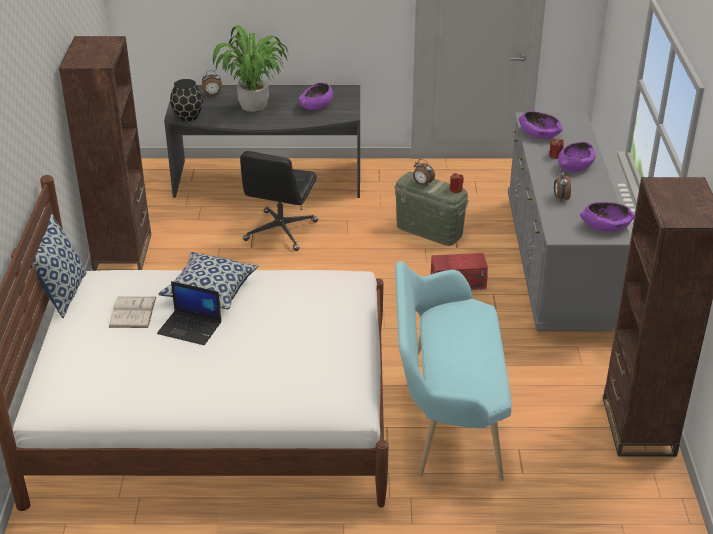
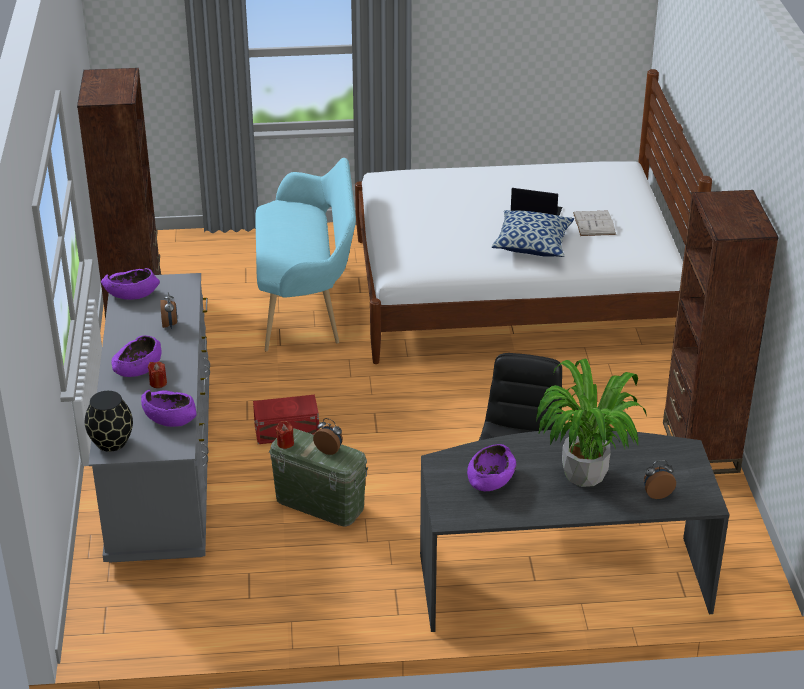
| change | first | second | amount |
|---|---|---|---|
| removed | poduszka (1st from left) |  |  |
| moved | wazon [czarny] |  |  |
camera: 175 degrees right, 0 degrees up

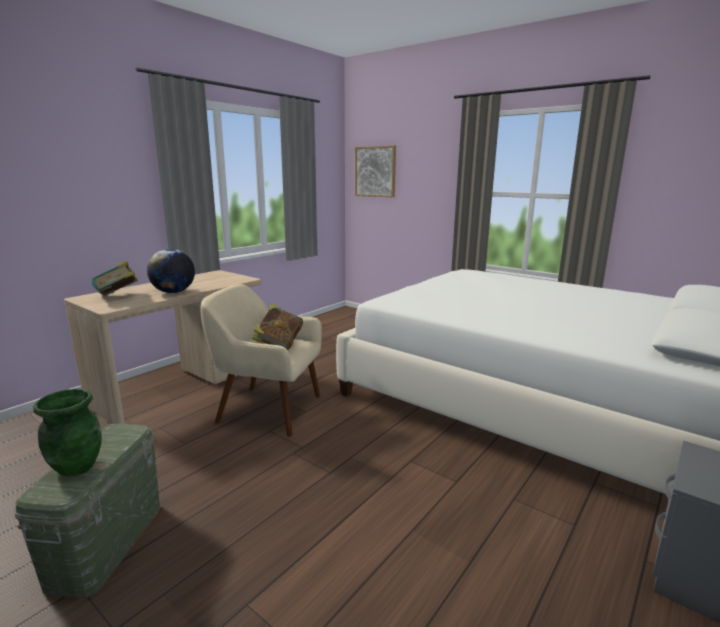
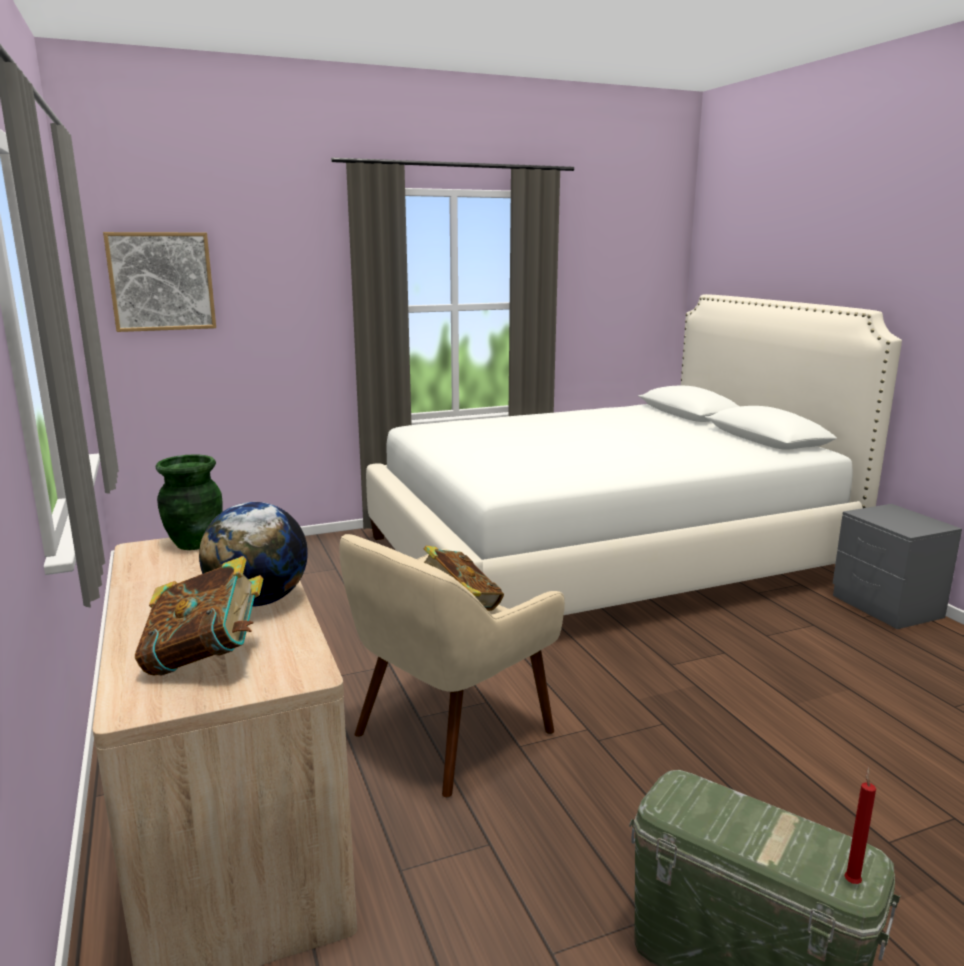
| change | first | second | amount |
|---|---|---|---|
| added |  | świeca [czerwony] |  |
| moved | wazon [zielony] |  |  |
camera: 60 degrees left, 0 degrees up

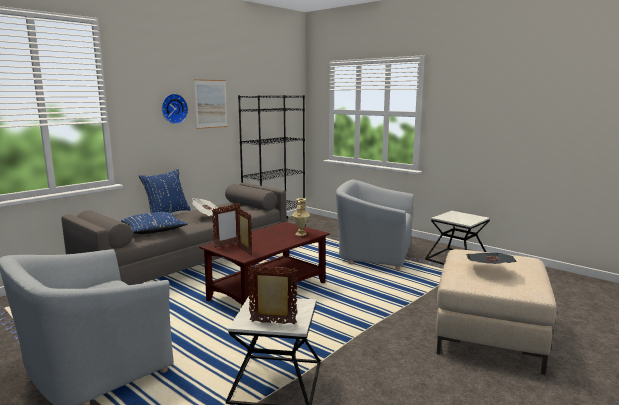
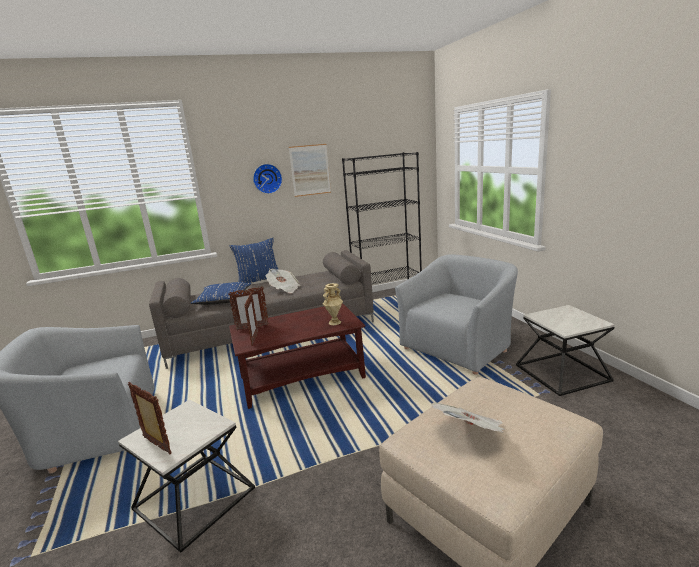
| change | first | second | amount |
|---|---|---|---|
| turned | fotel [szary] (2nd from left) |  | 90 degrees clockwise |
camera: 30 degrees right, 5 degrees up

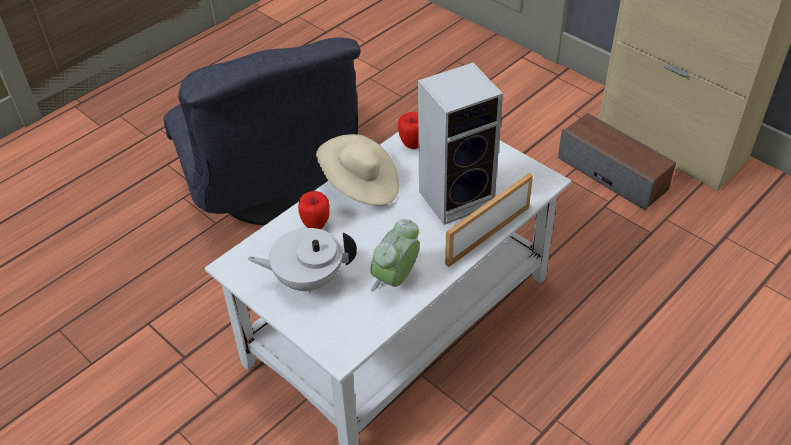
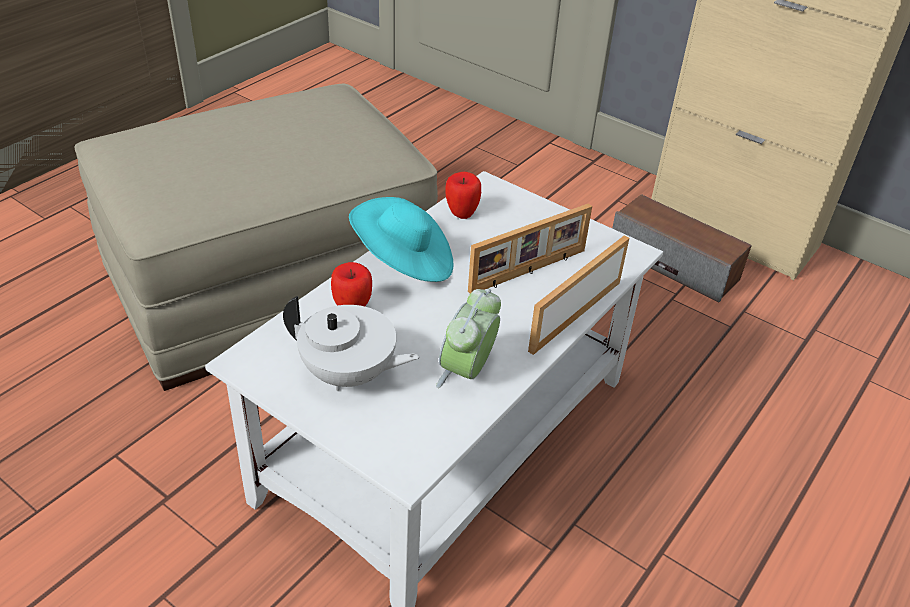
| change | first | second | amount |
|---|---|---|---|
| replaced | fotel [szary] | pufa [beżowy] |  |
| replaced | głośnik (1st from left) | ramka na zdjęcie (1st from left) |  |
| recoloured | kapelusz [beżowy] | kapelusz [turkusowy] |  |
| turned | imbryk [biały] |  | 150 degrees counterclockwise |
camera: 10 degrees left, 5 degrees down

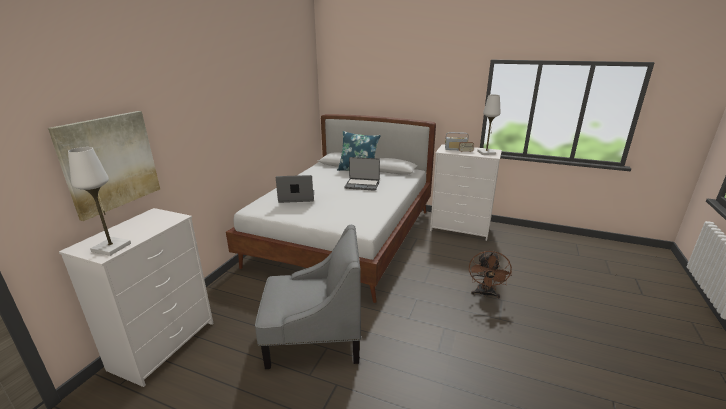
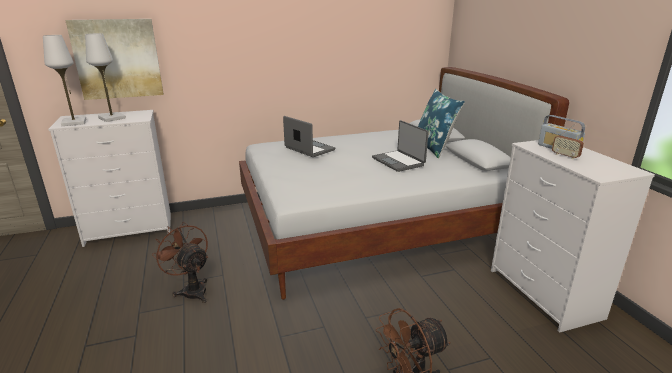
| change | first | second | amount |
|---|---|---|---|
| moved | lampa stołowa [biały] (2nd from left) |  |  |
| replaced | fotel [szary] | wentylator [brązowy] (1st from left) |  |
camera: 50 degrees right, 0 degrees up

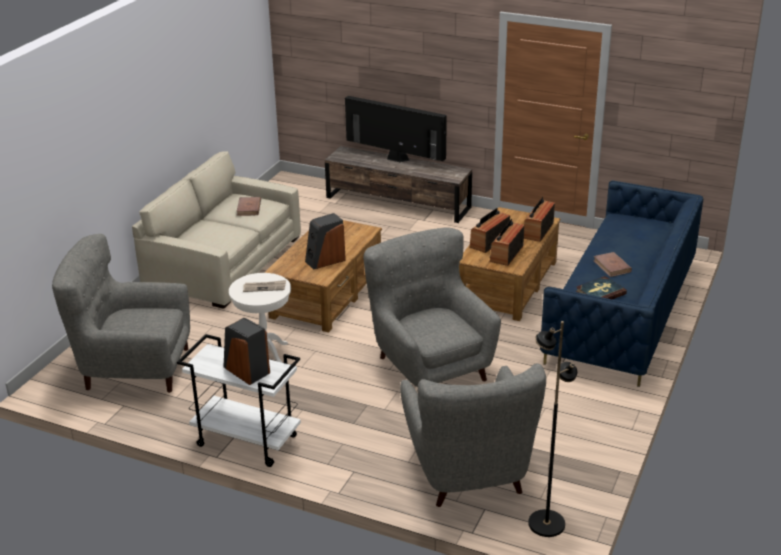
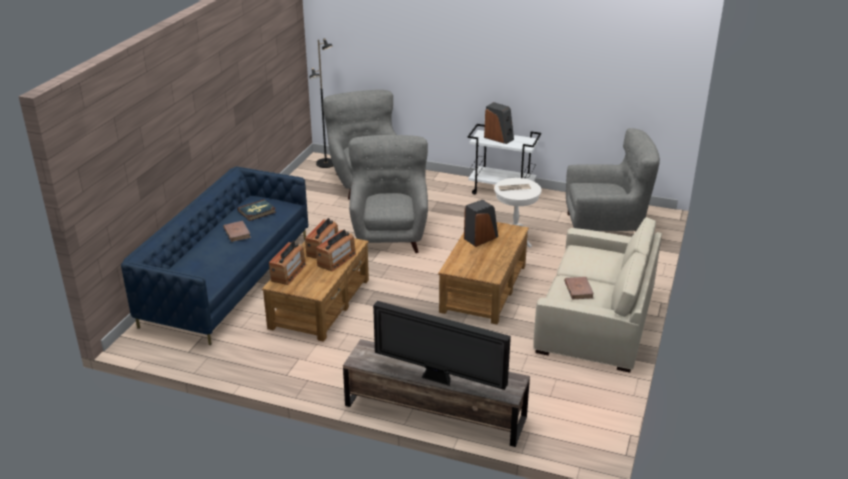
| change | first | second | amount |
|---|---|---|---|
| turned | fotel [szary] (2nd from left) |  | 150 degrees counterclockwise |
camera: 175 degrees right, 0 degrees up

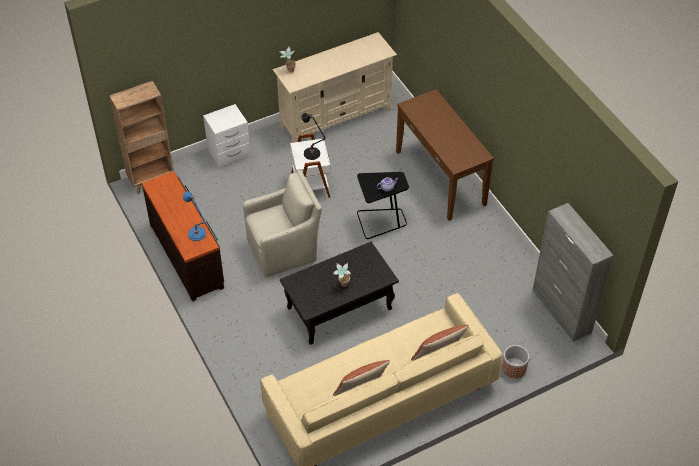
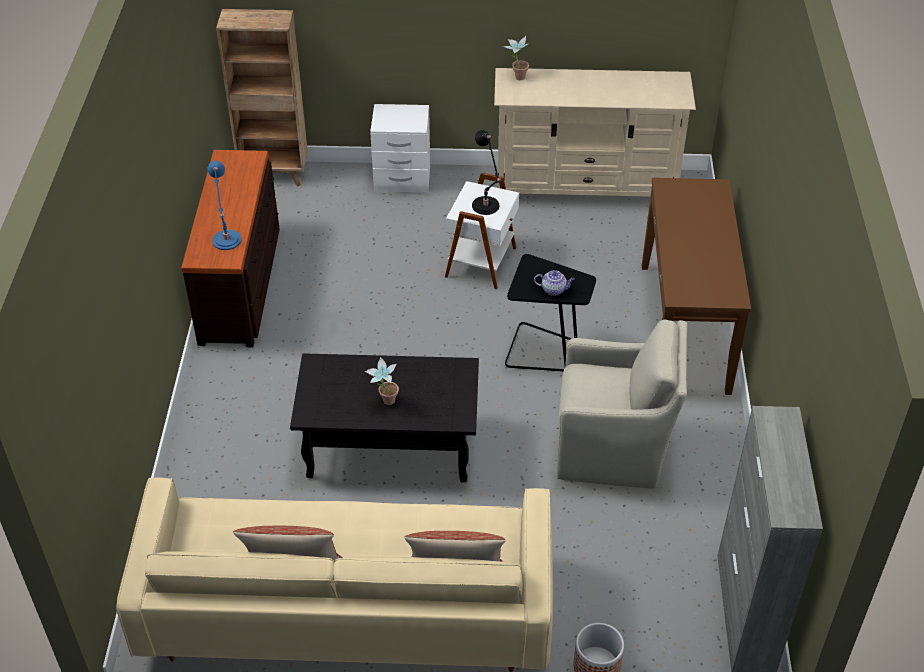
| change | first | second | amount |
|---|---|---|---|
| moved | fotel [beżowy] |  |  |
camera: 30 degrees right, 5 degrees down

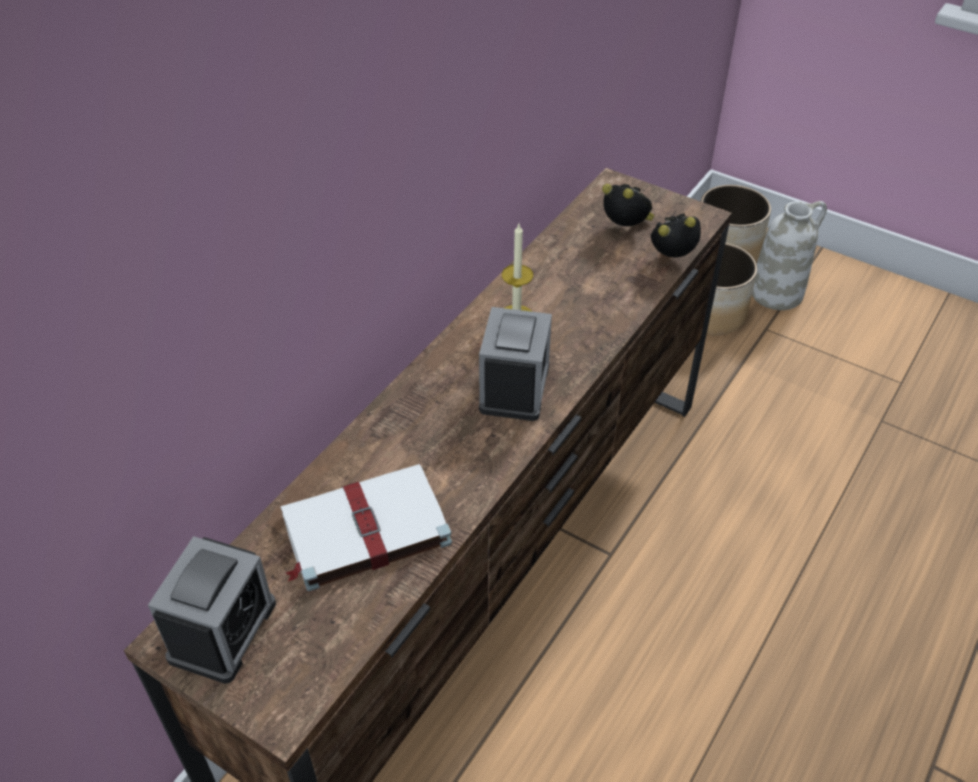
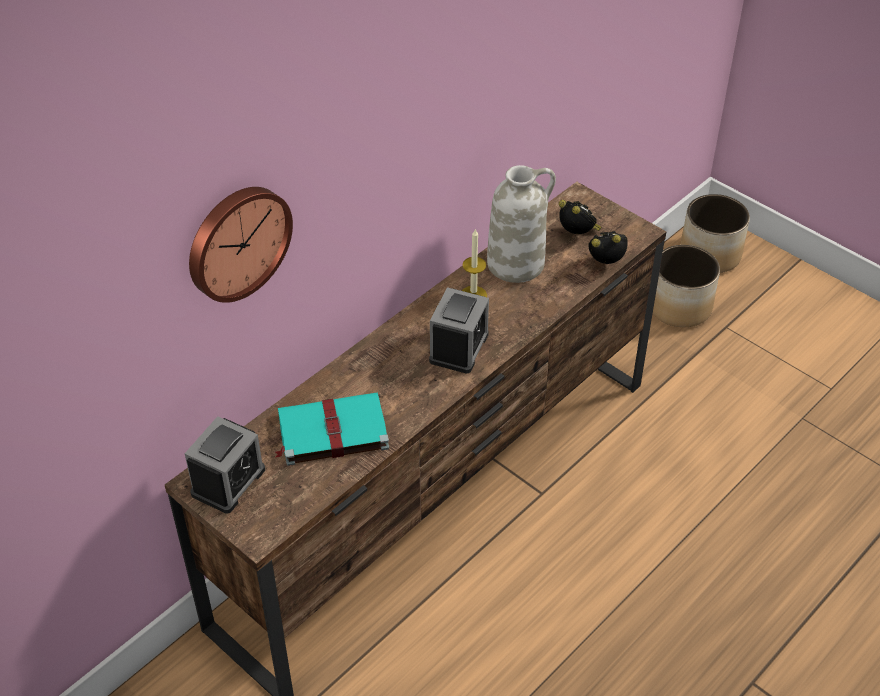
| change | first | second | amount |
|---|---|---|---|
| added |  | zegar ścienny |  |
| moved | wazon [biały] |  |  |
| recoloured | książka [biały] | książka [turkusowy] |  |
camera: 10 degrees right, 0 degrees up

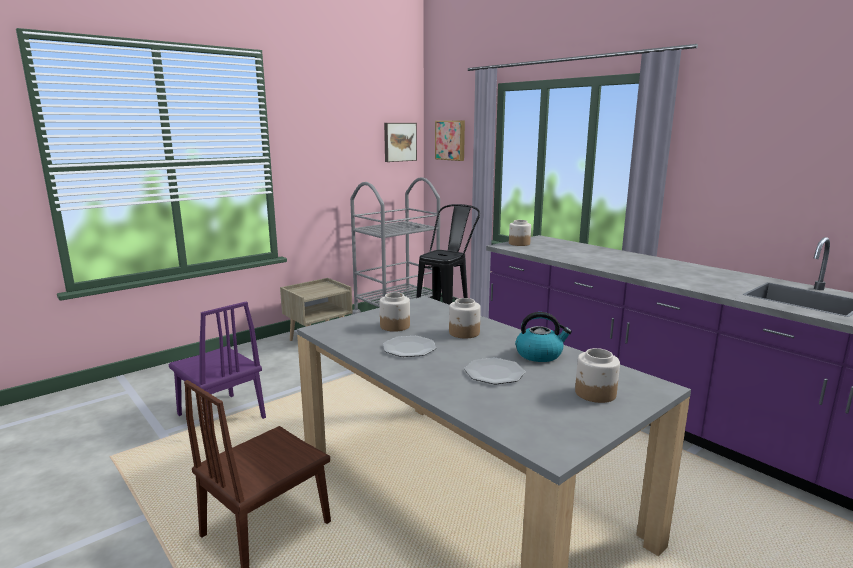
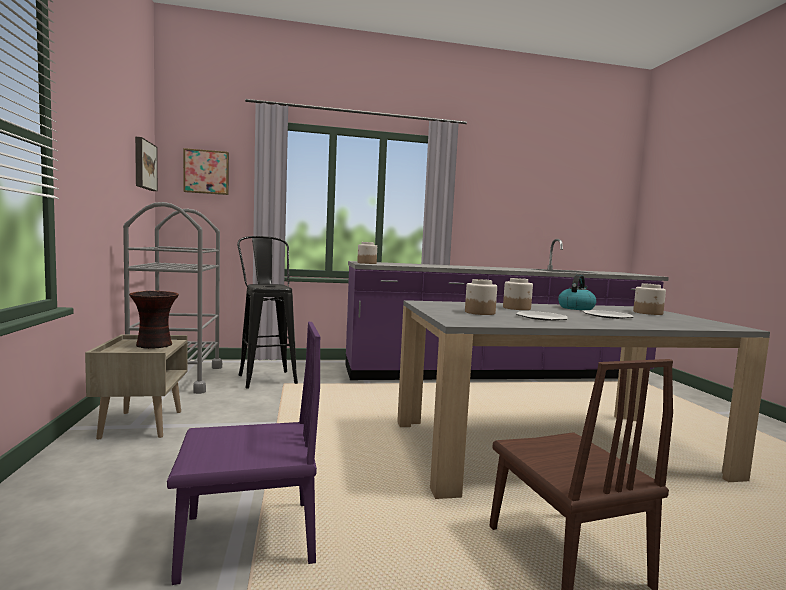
| change | first | second | amount |
|---|---|---|---|
| added |  | wazon |  |
camera: 60 degrees left, 10 degrees down

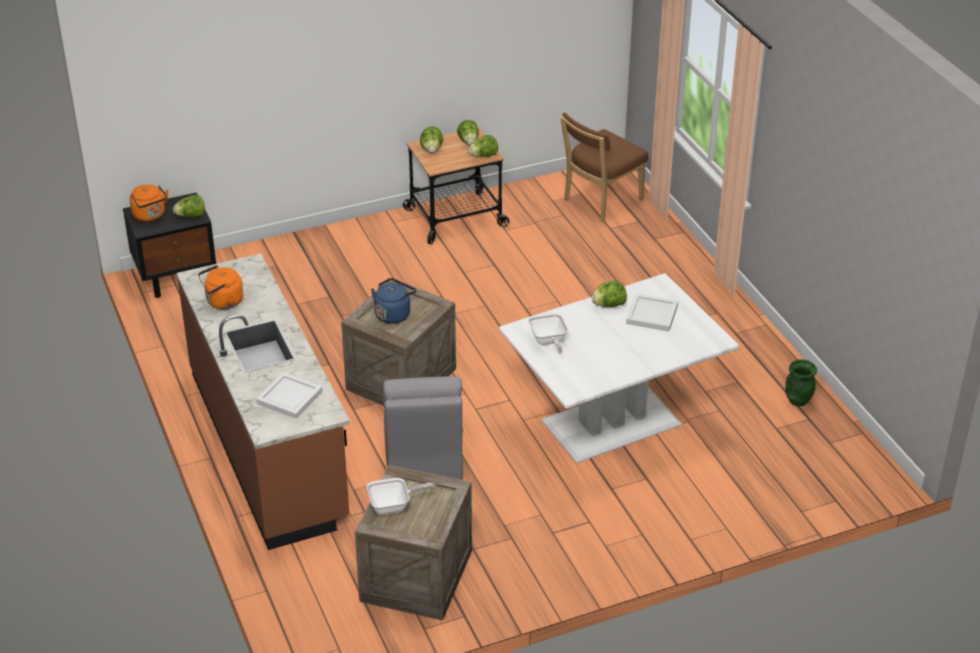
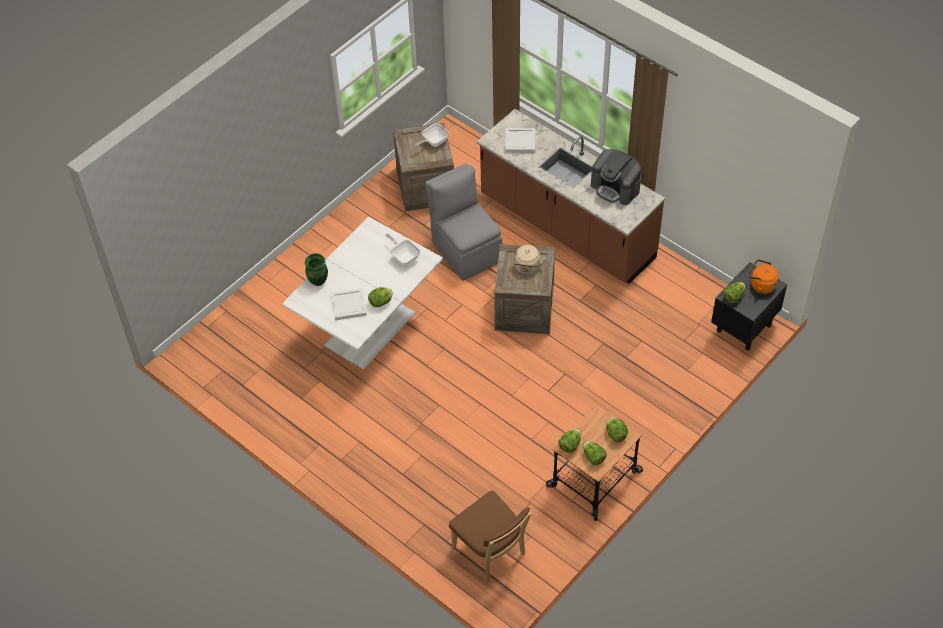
| change | first | second | amount |
|---|---|---|---|
| moved | wazon [zielony] |  |  |
| replaced | czajnik [pomarańczowy] (2nd from left) | ekspres do kawy |  |
| recoloured | czajnik [niebieski] | czajnik [beżowy] |  |
| turned | krzesło [brązowy] |  | 120 degrees clockwise |
camera: 155 degrees right, 15 degrees up

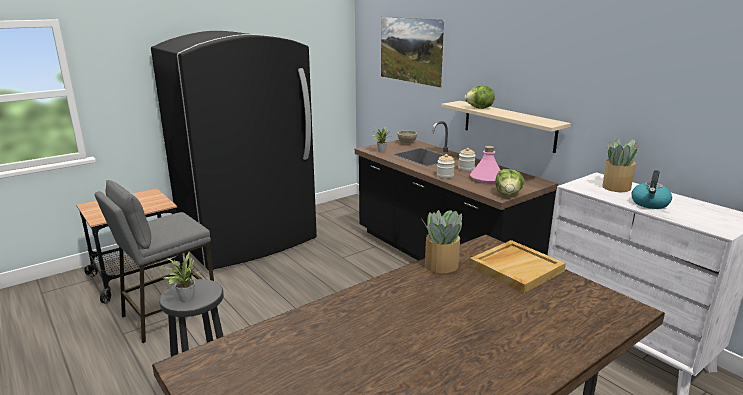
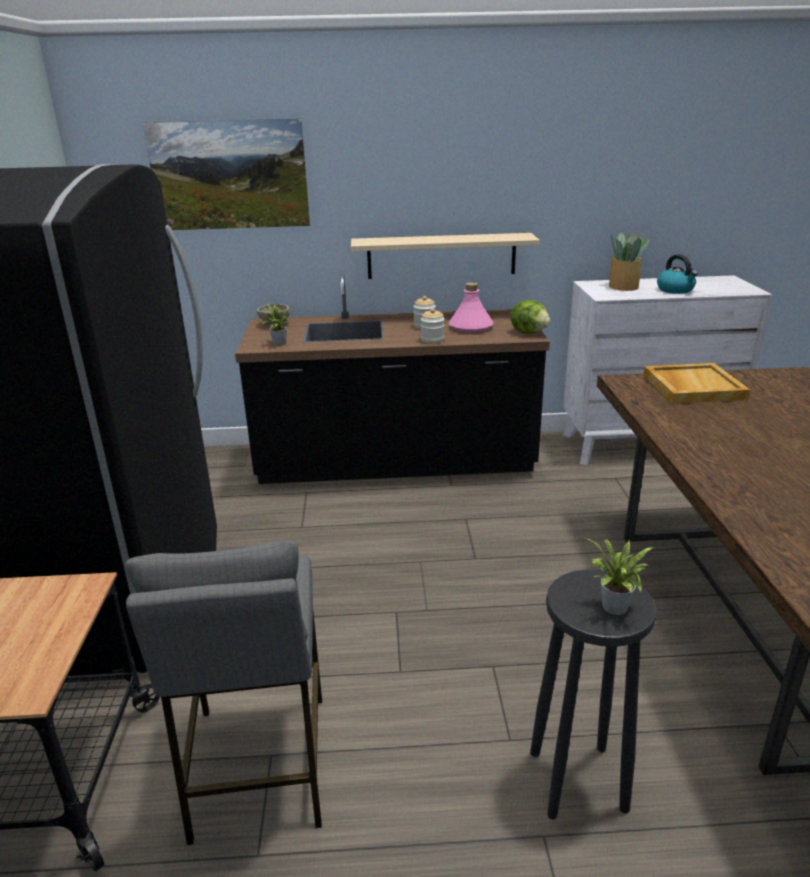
| change | first | second | amount |
|---|---|---|---|
| removed | roślina doniczkowa (3rd from left) |  |  |
| removed | sałata (1st from left) |  |  |
camera: 55 degrees left, 5 degrees up

